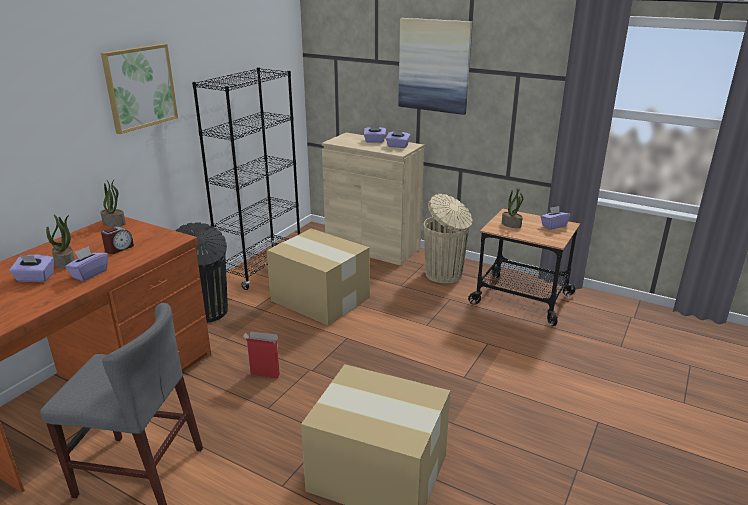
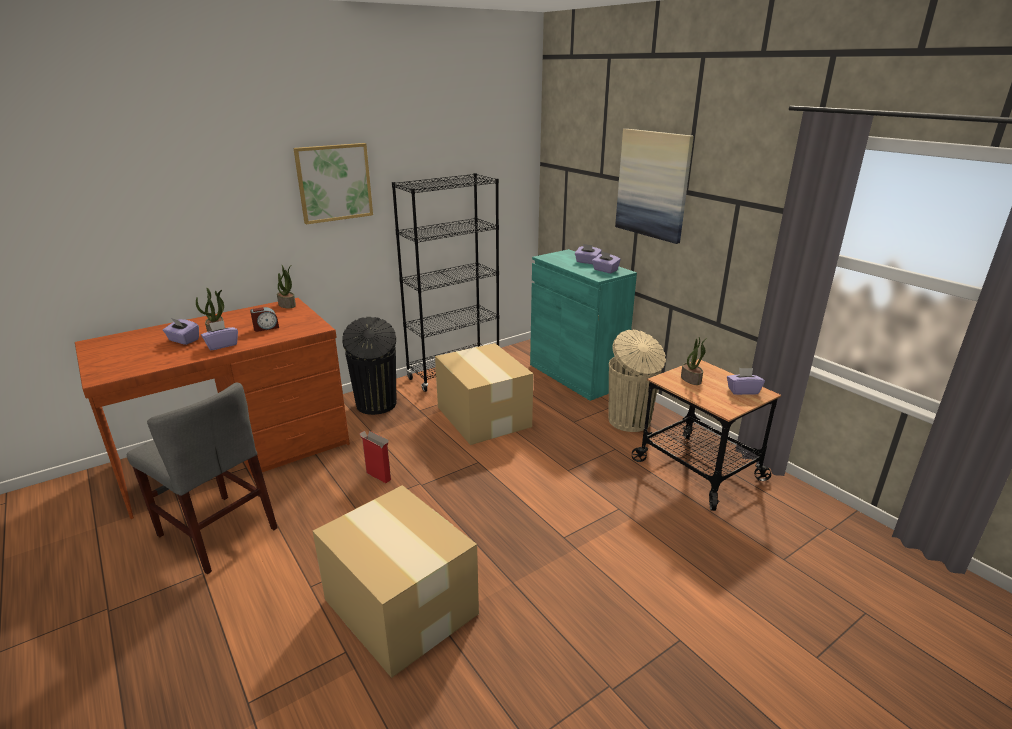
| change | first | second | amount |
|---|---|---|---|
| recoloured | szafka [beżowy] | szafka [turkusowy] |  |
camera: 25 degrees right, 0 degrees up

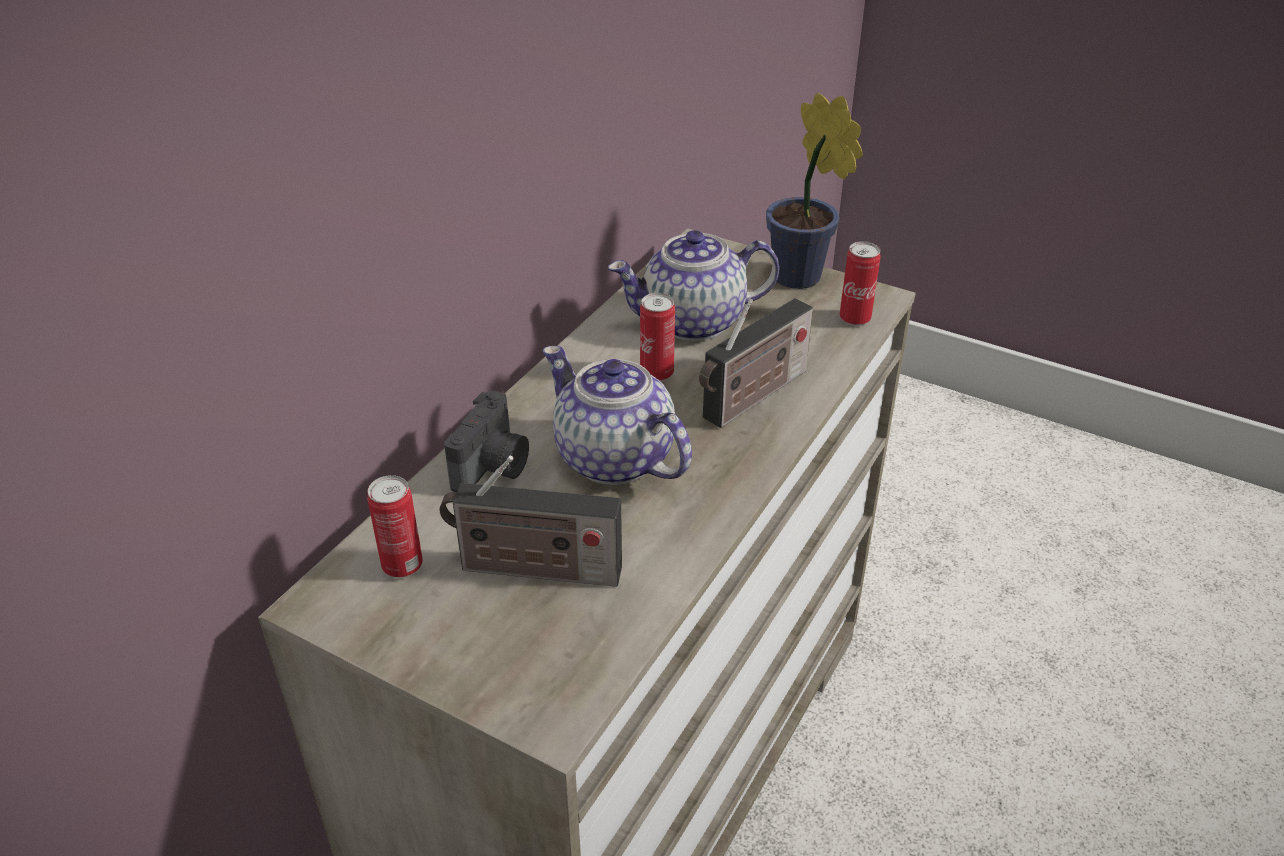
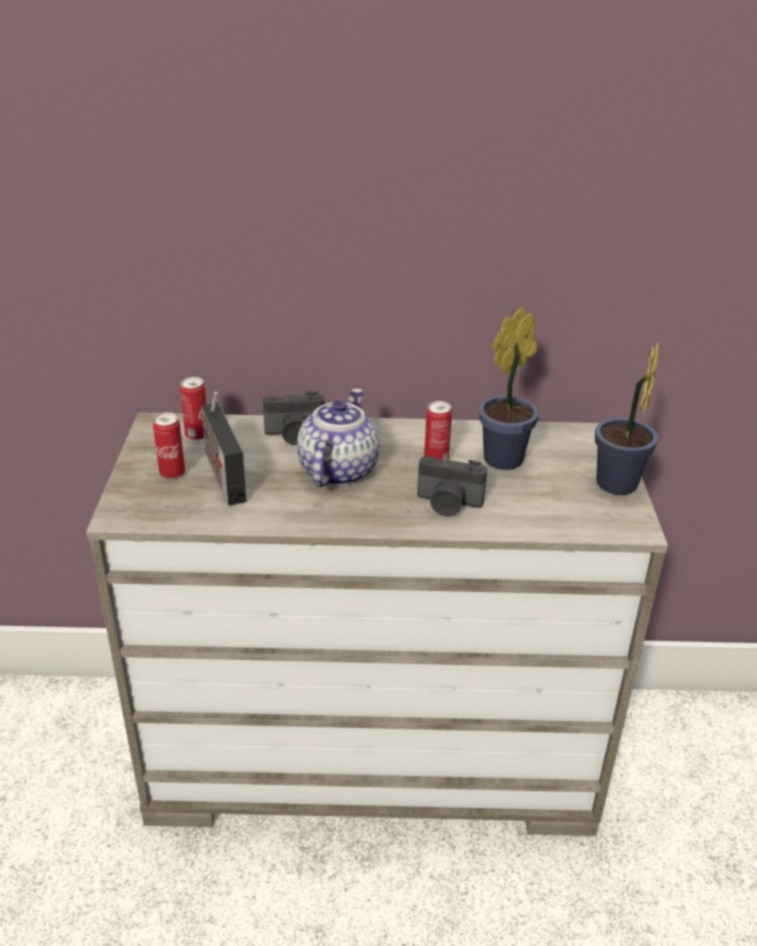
| change | first | second | amount |
|---|---|---|---|
| moved | puszka (3rd from left in the first image) | puszka (1st from left) |  |
| replaced | imbryk (2nd from left) | roślina doniczkowa (1st from left) |  |
| replaced | radio (2nd from left) | aparat fotograficzny (2nd from left) |  |
camera: 60 degrees right, 5 degrees down

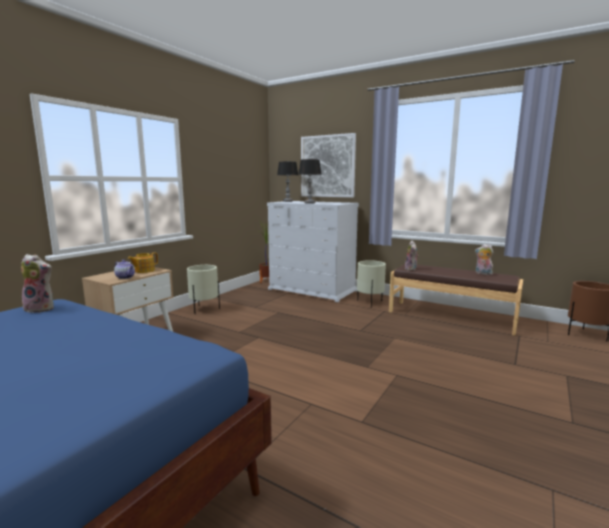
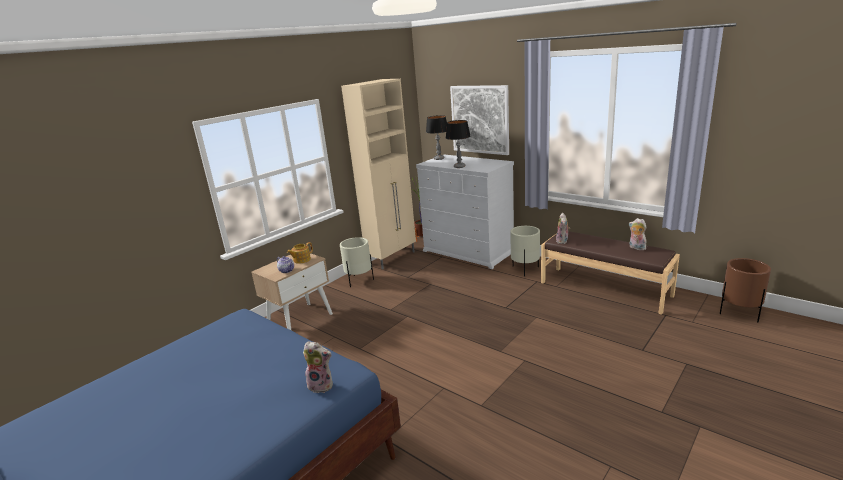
| change | first | second | amount |
|---|---|---|---|
| added |  | szafka [beżowy] |  |
| moved | pluszak (1st from left) |  |  |
camera: 10 degrees right, 10 degrees up

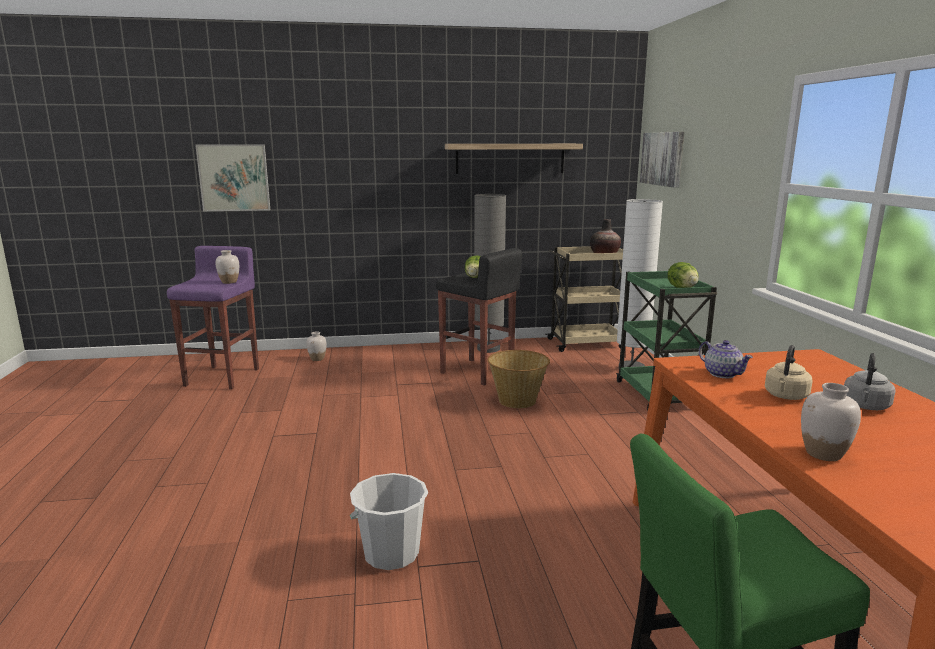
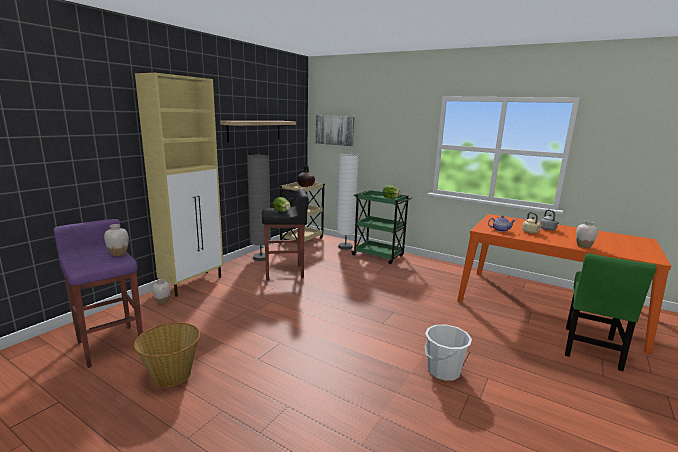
| change | first | second | amount |
|---|---|---|---|
| removed | obraz (1st from left) |  |  |
| added |  | szafka [beżowy] |  |
| moved | koszyk |  |  |
camera: 50 degrees left, 0 degrees up

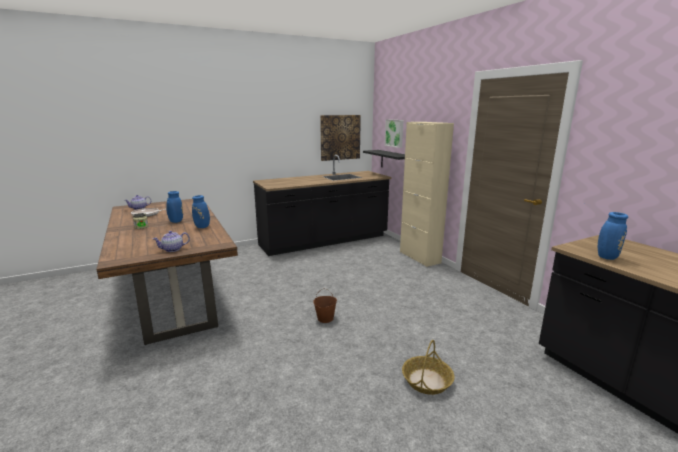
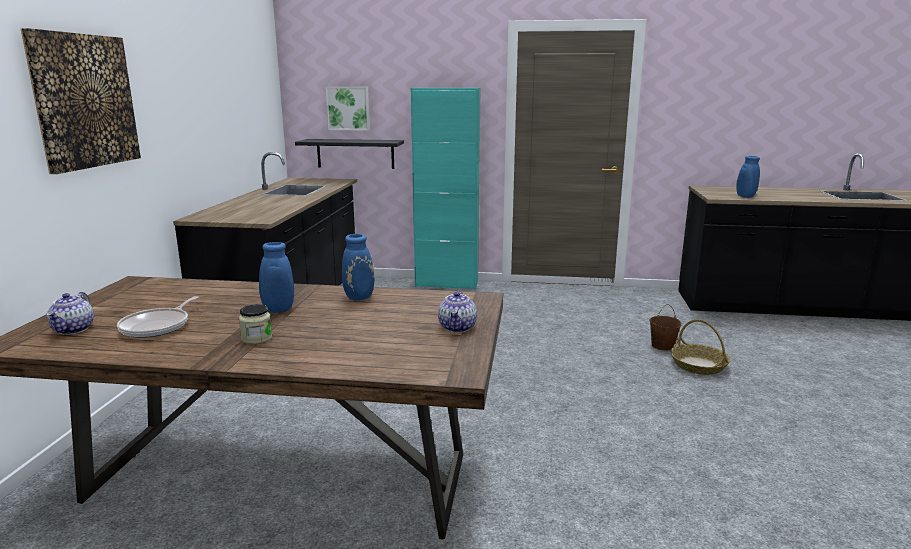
| change | first | second | amount |
|---|---|---|---|
| moved | wiadro [brązowy] |  |  |
| moved | obraz (1st from left) |  |  |
| recoloured | szafka [beżowy] | szafka [turkusowy] |  |
camera: 55 degrees left, 0 degrees up

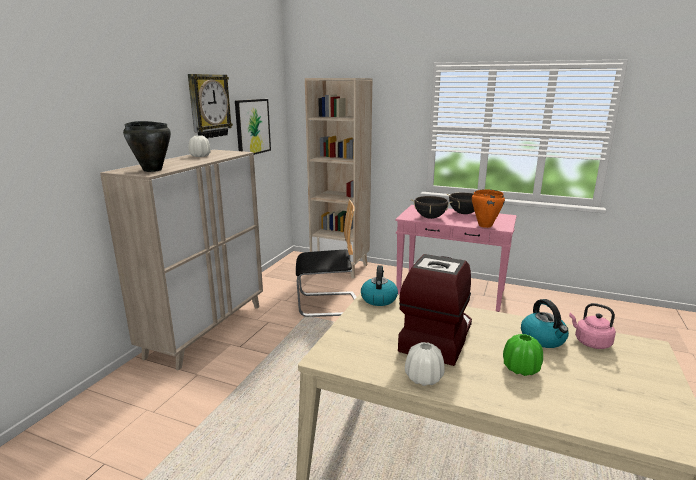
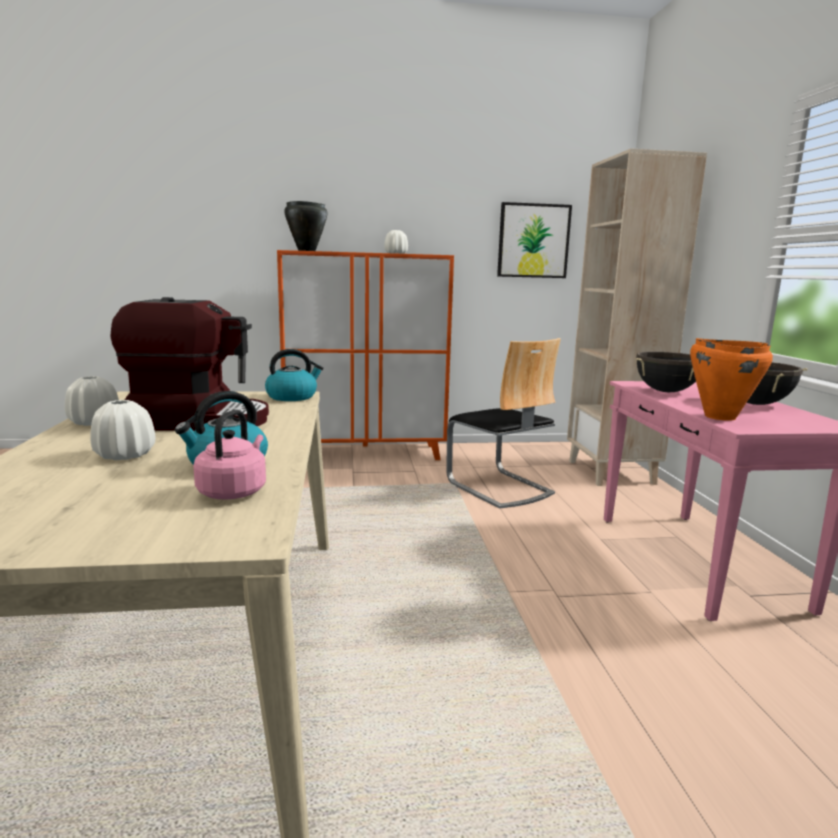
| change | first | second | amount |
|---|---|---|---|
| removed | zegar ścienny |  |  |
| recoloured | szafka [beżowy] | szafka [pomarańczowy] |  |
| recoloured | wazon [zielony] | wazon [biały] (2nd from left) |  |
camera: 60 degrees right, 5 degrees down

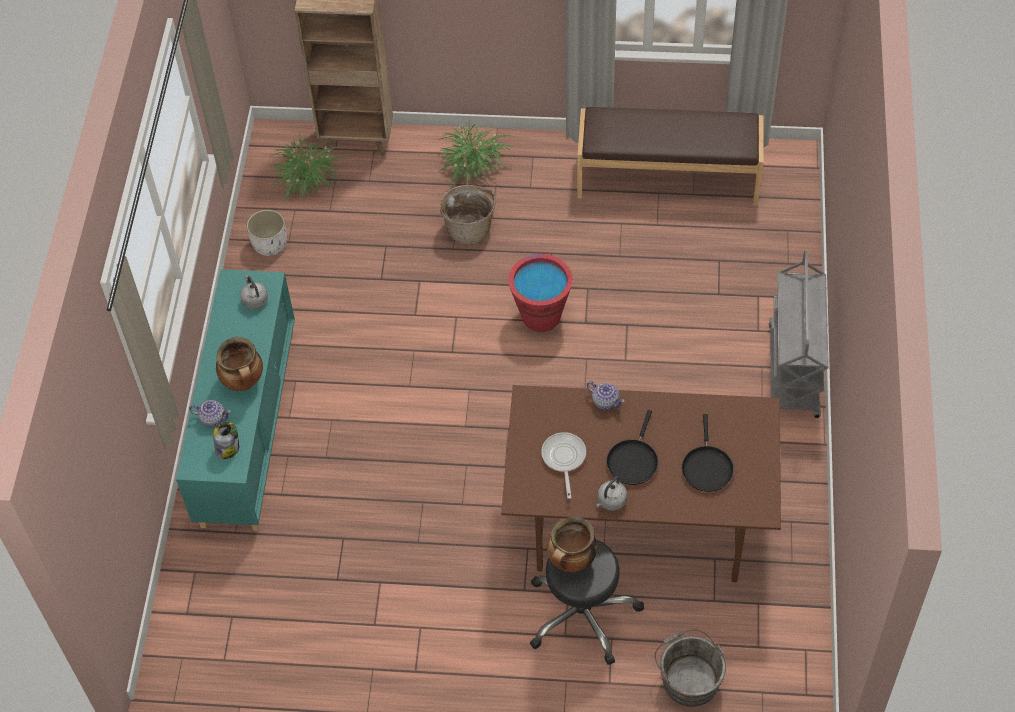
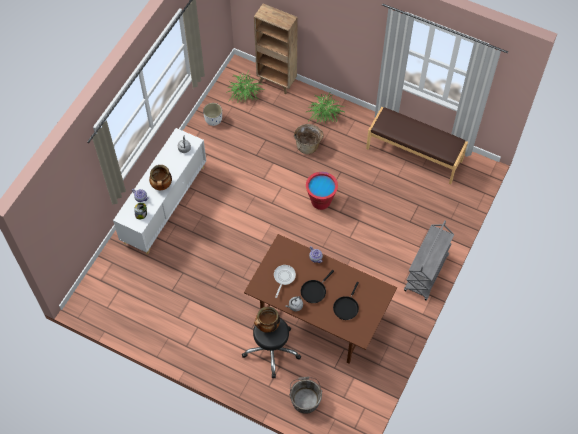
| change | first | second | amount |
|---|---|---|---|
| recoloured | szafka [turkusowy] | szafka [biały] |  |
camera: 20 degrees right, 5 degrees up

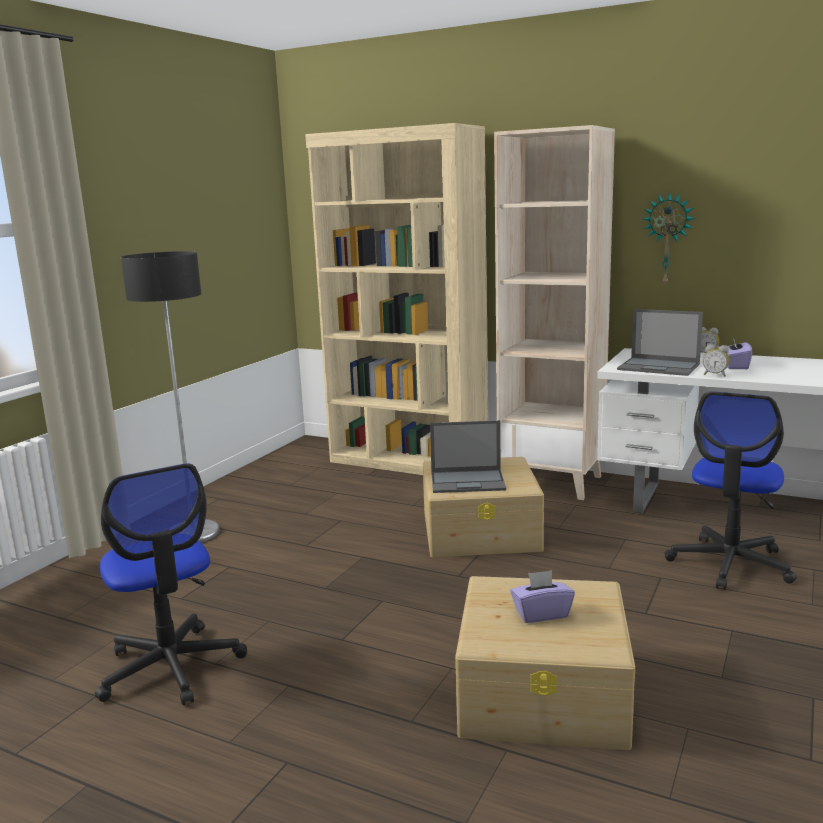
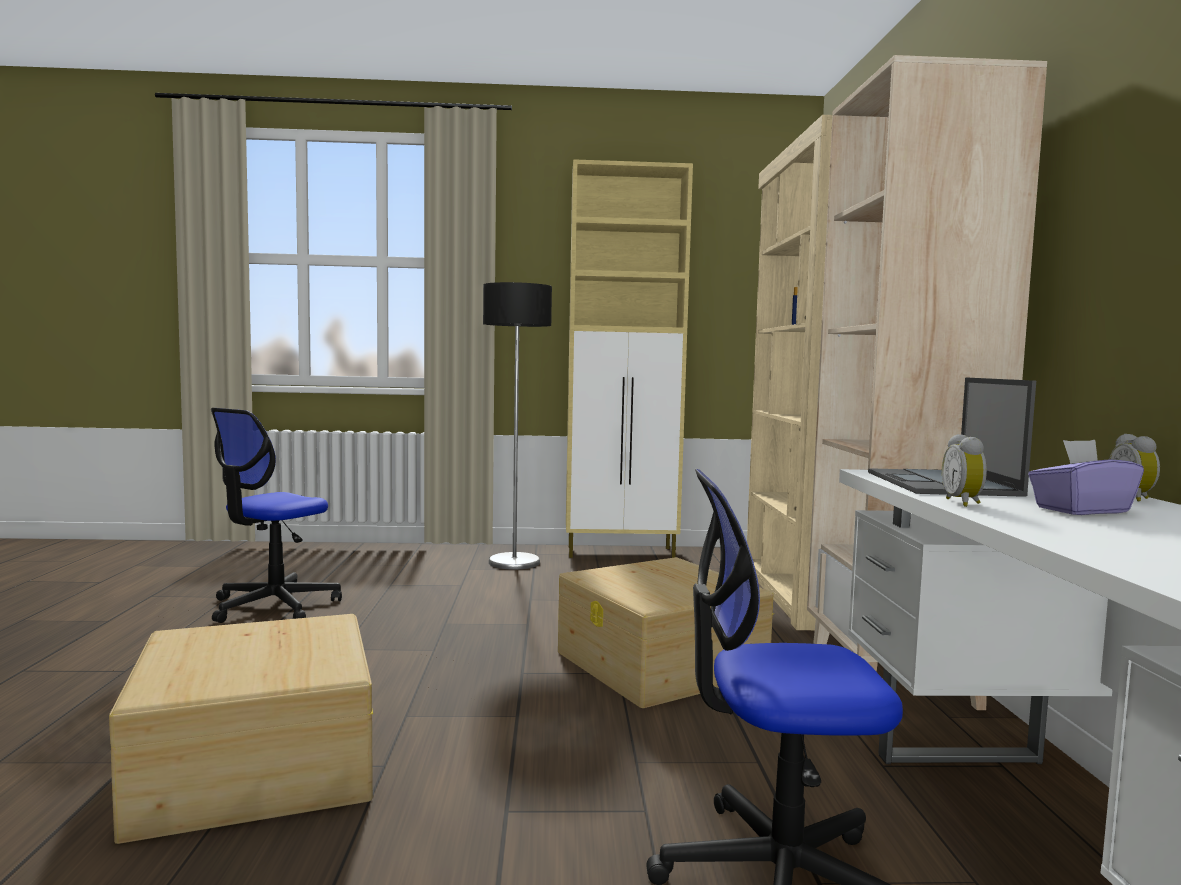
| change | first | second | amount |
|---|---|---|---|
| removed | laptop (1st from left) |  |  |
| removed | pudełko chusteczek [fioletowy] (1st from left) |  |  |
| removed | zegar ścienny |  |  |
| added |  | szafka [beżowy] |  |
camera: 60 degrees right, 10 degrees down

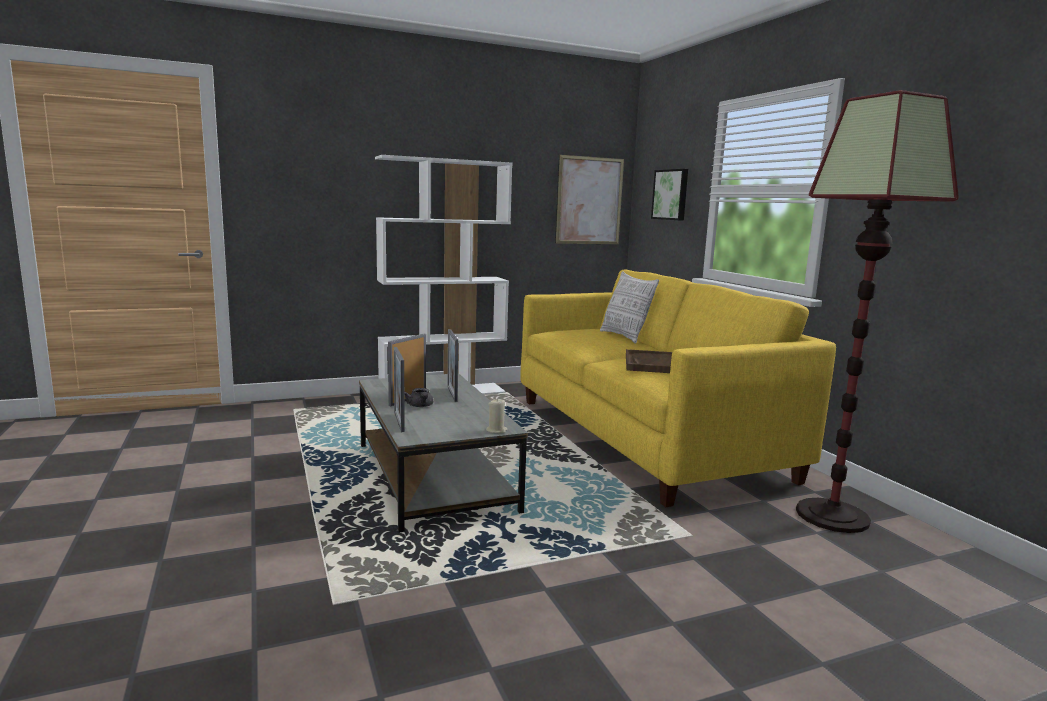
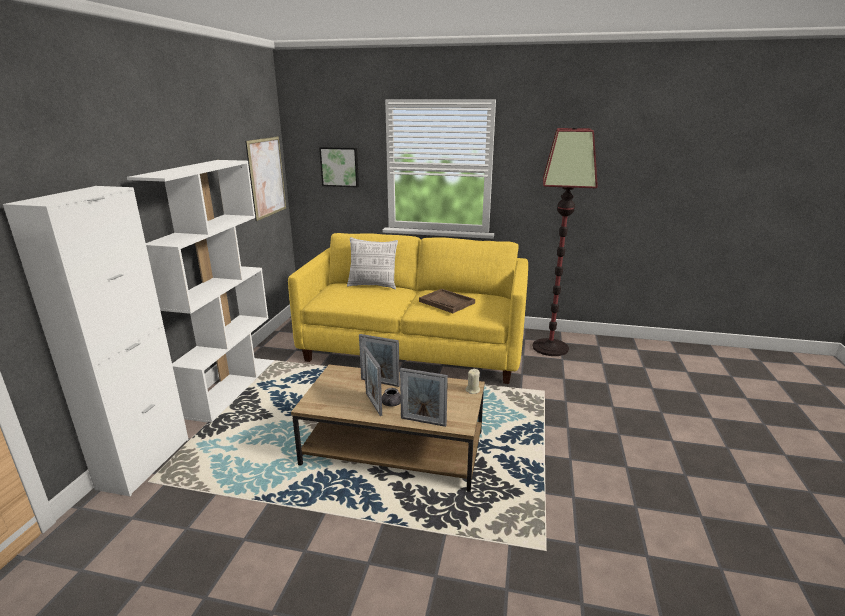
| change | first | second | amount |
|---|---|---|---|
| added |  | szafka [biały] |  |
| recoloured | ława [szary] | ława [brązowy] |  |
camera: 55 degrees left, 10 degrees up

